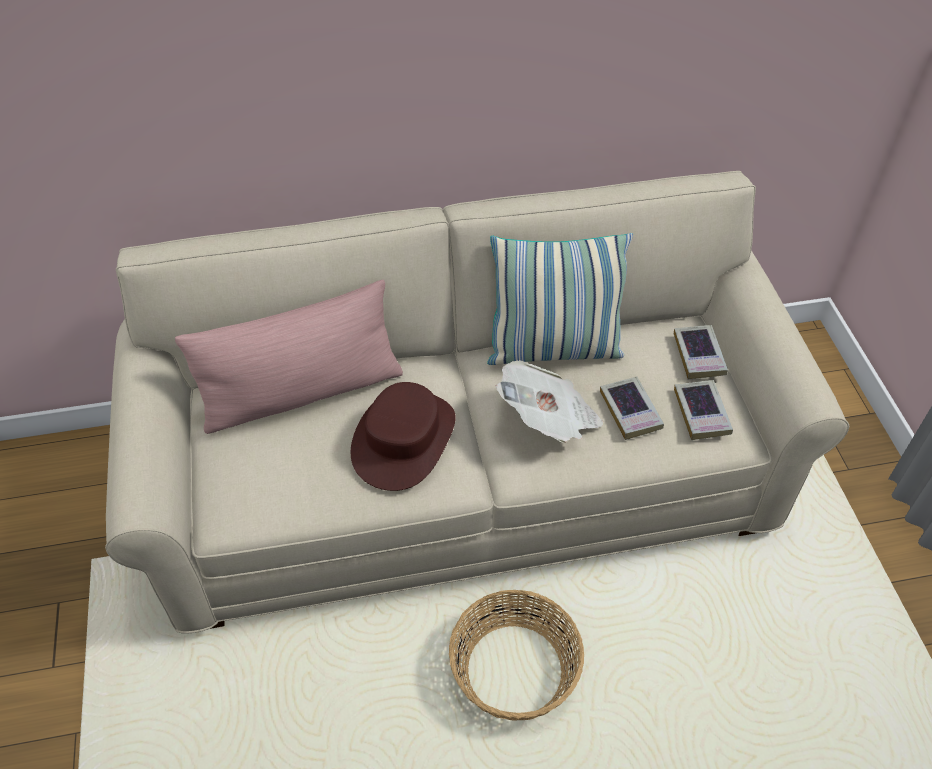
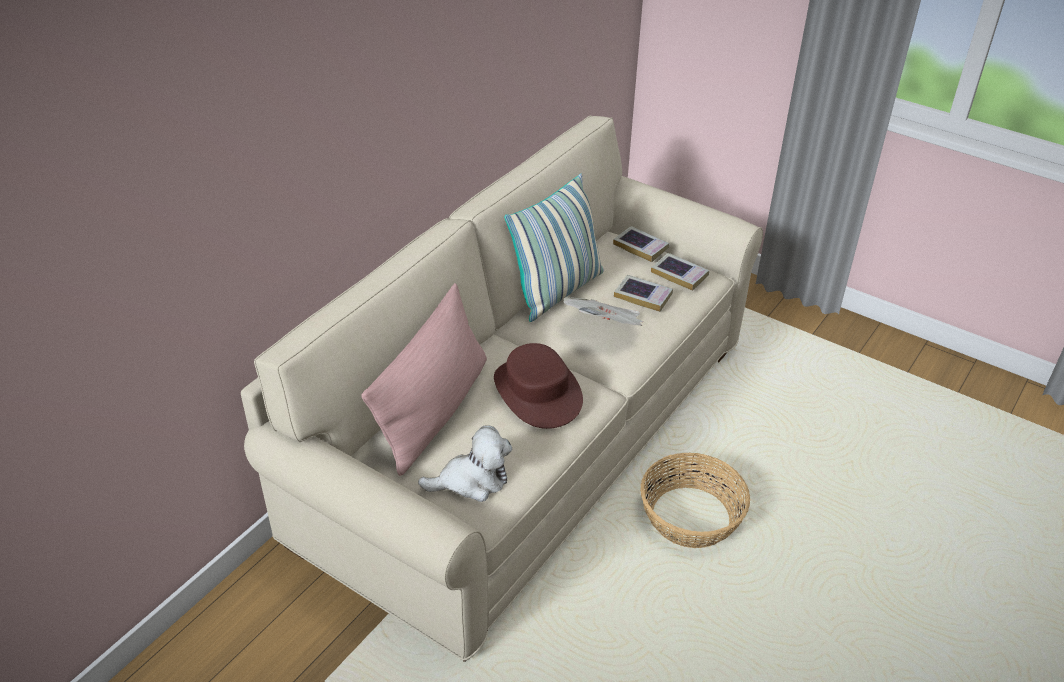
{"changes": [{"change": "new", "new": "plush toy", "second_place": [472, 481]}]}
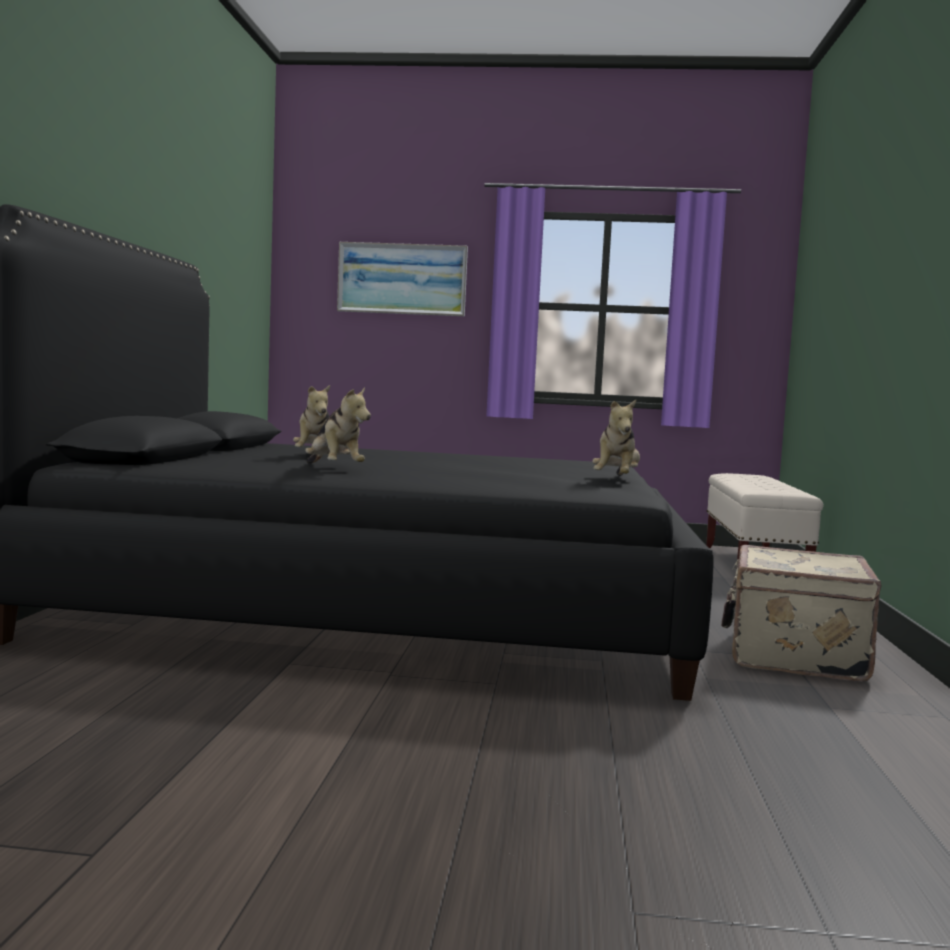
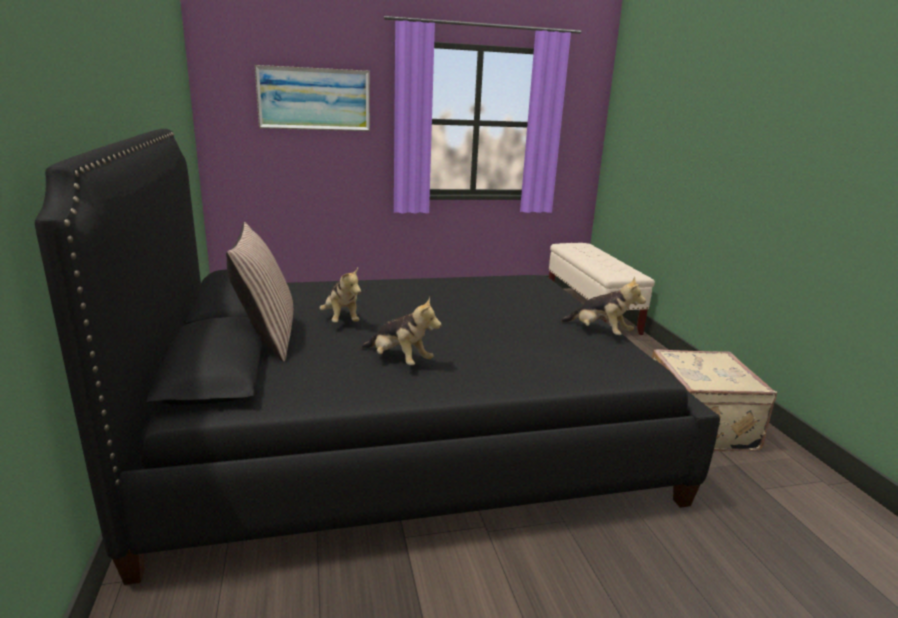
{"changes": [{"change": "new", "new": "pillow", "second_place": [266, 338]}, {"change": "rotated", "old": "plush toy", "first_place": [616, 480], "second_place": [599, 332], "degrees": -45}]}
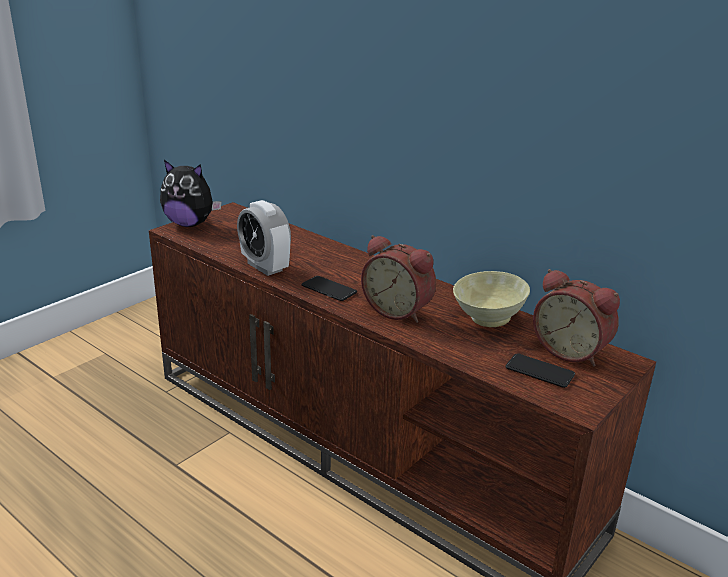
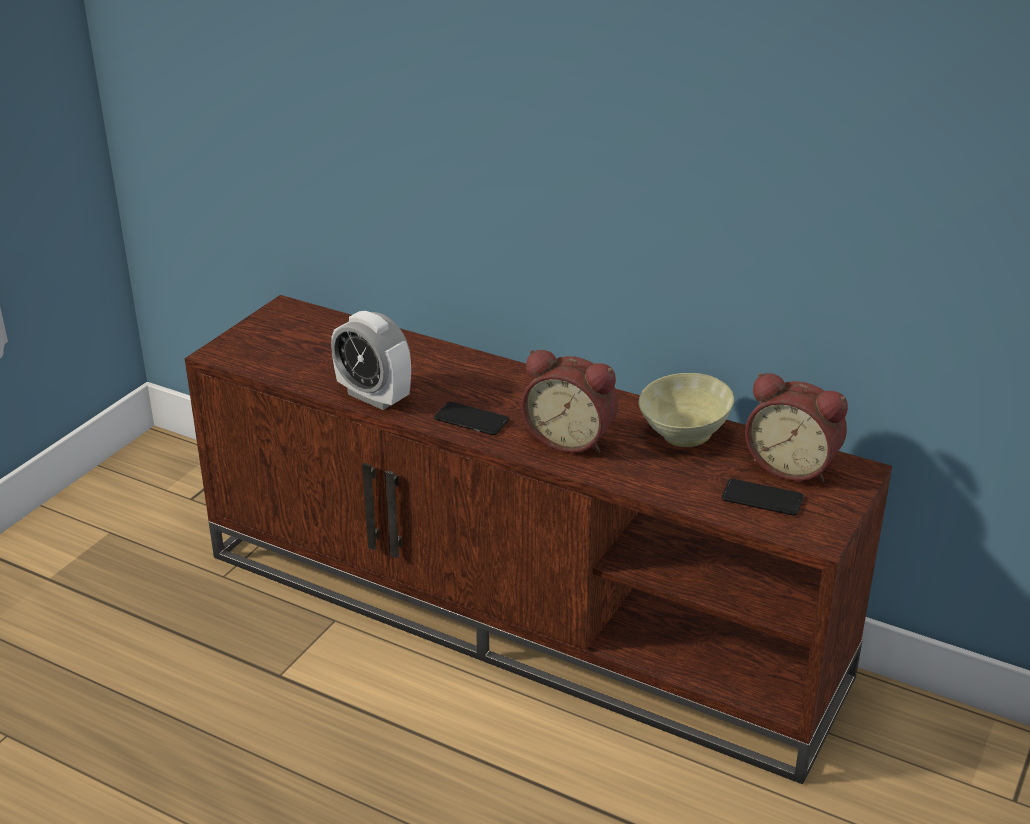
{"changes": [{"change": "gone", "old": "plush toy", "first_place": [190, 224]}]}
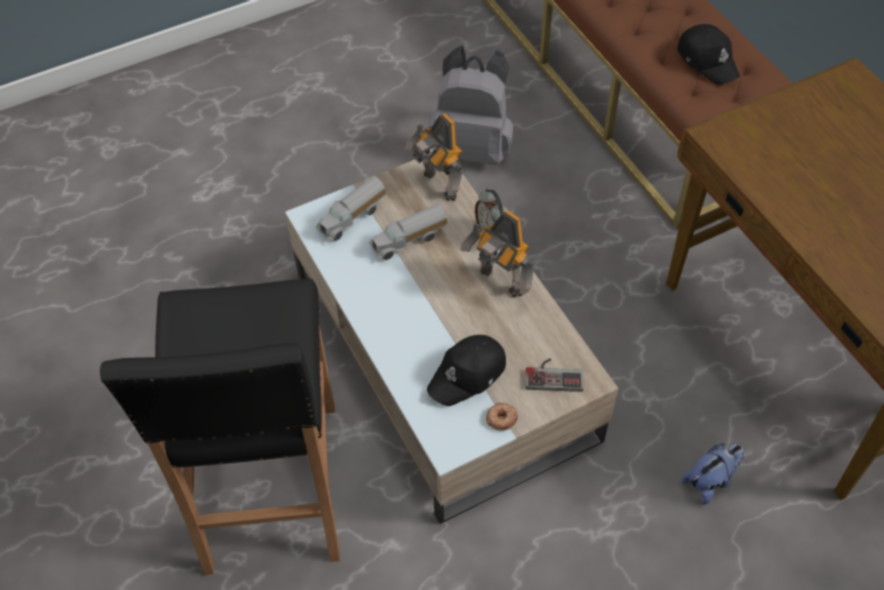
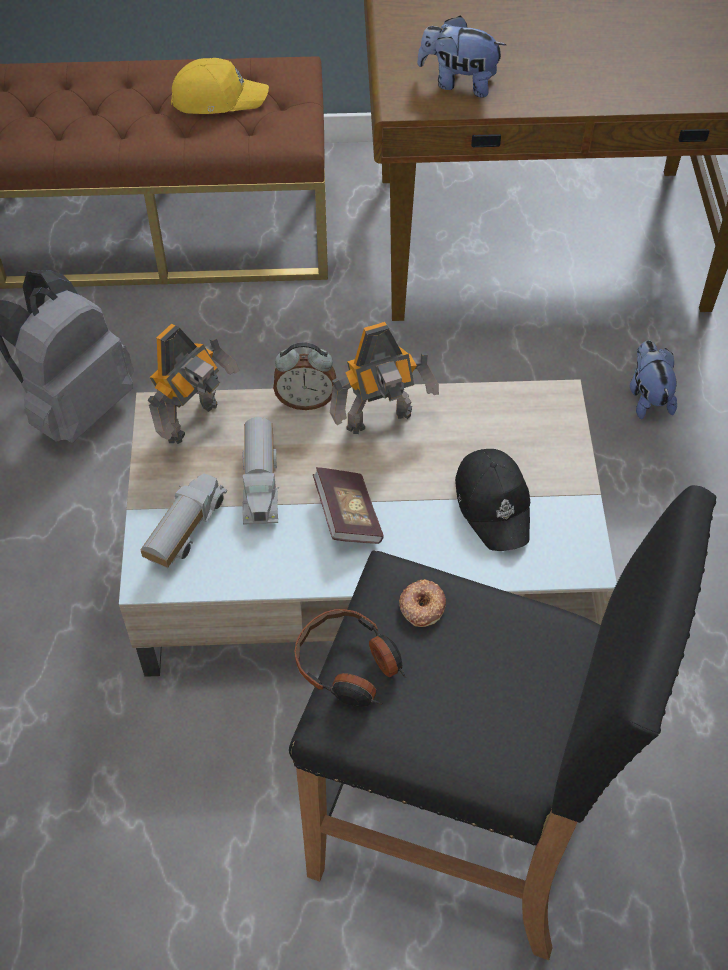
{"changes": [{"change": "gone", "old": "game controller", "first_place": [554, 374]}, {"change": "new", "new": "headphones", "second_place": [350, 666]}, {"change": "new", "new": "book", "second_place": [348, 516]}, {"change": "new", "new": "plush toy", "second_place": [458, 83]}, {"change": "shifted", "old": "donut", "first_place": [501, 418], "second_place": [422, 606]}, {"change": "repainted", "old": "black cap", "new": "yellow cap", "first_place": [708, 60], "second_place": [218, 98]}, {"change": "rotated", "old": "toy truck", "first_place": [353, 218], "second_place": [185, 530], "degrees": -135}, {"change": "rotated", "old": "toy robot", "first_place": [438, 186], "second_place": [195, 422], "degrees": -45}]}
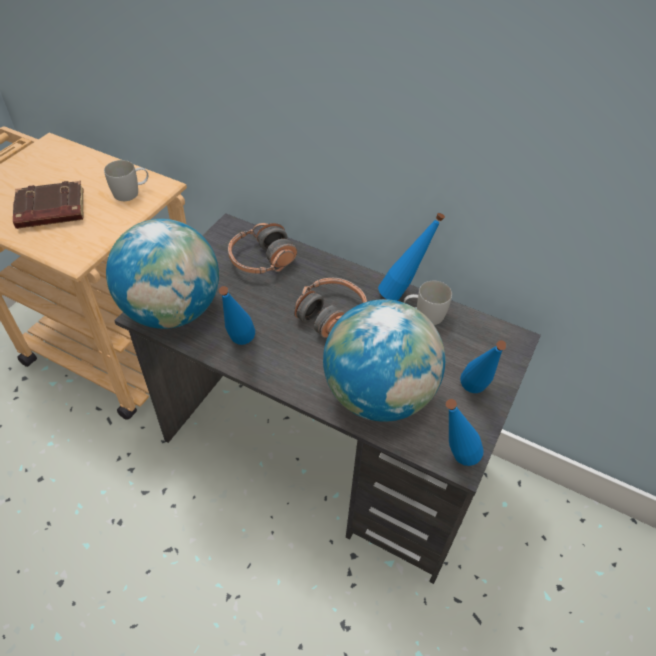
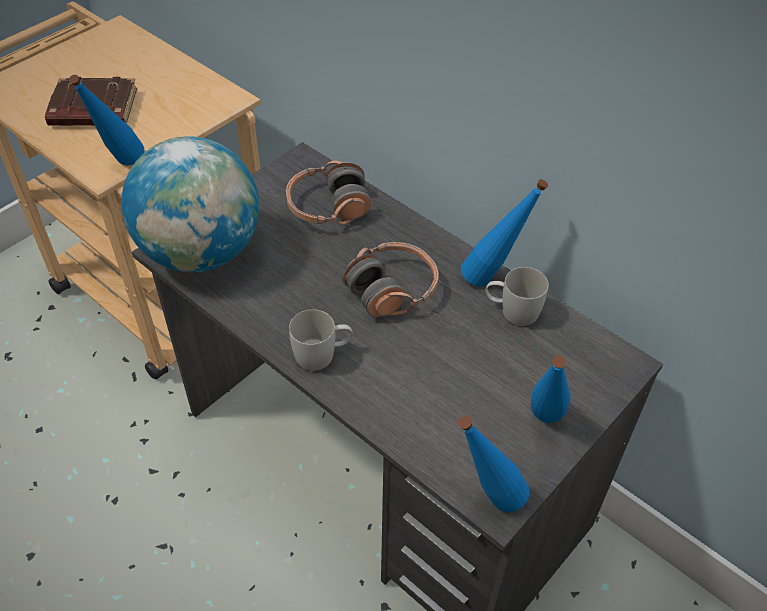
{"changes": [{"change": "gone", "old": "globe", "first_place": [378, 395]}, {"change": "shifted", "old": "white mug", "first_place": [131, 192], "second_place": [322, 354]}, {"change": "shifted", "old": "blue bottle", "first_place": [239, 347], "second_place": [121, 167]}]}
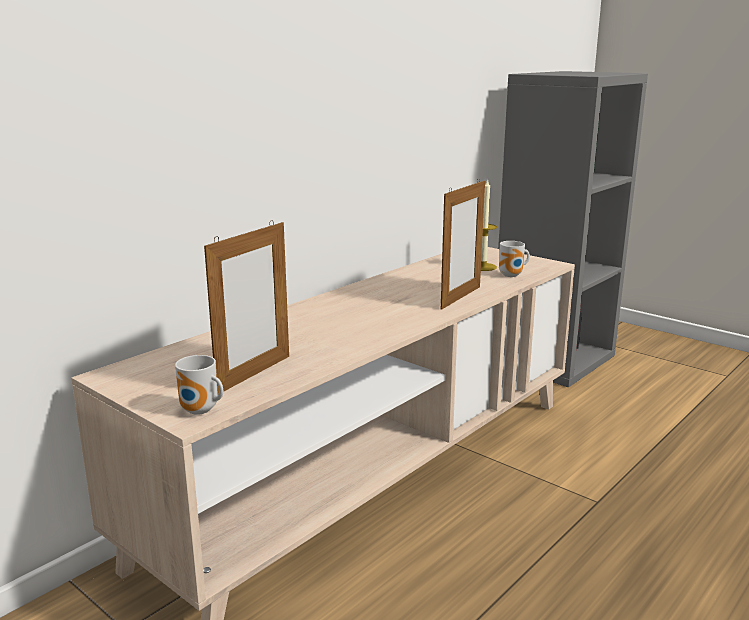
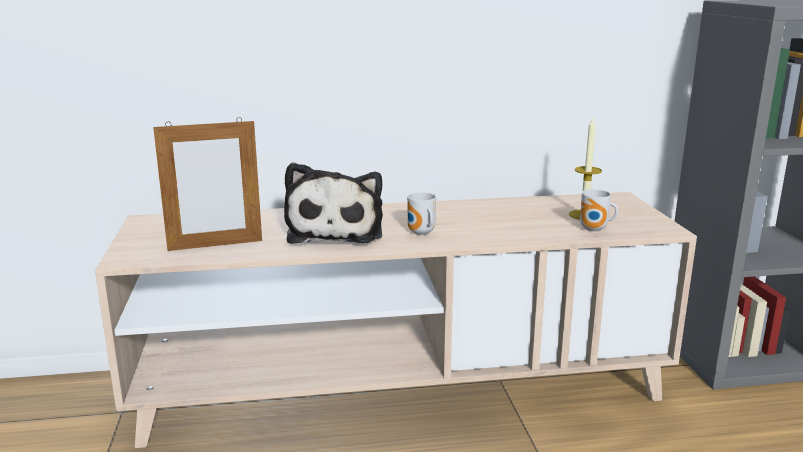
{"changes": [{"change": "gone", "old": "picture frame", "first_place": [460, 297]}, {"change": "new", "new": "plush toy", "second_place": [336, 231]}, {"change": "shifted", "old": "mug", "first_place": [200, 411], "second_place": [421, 233]}]}
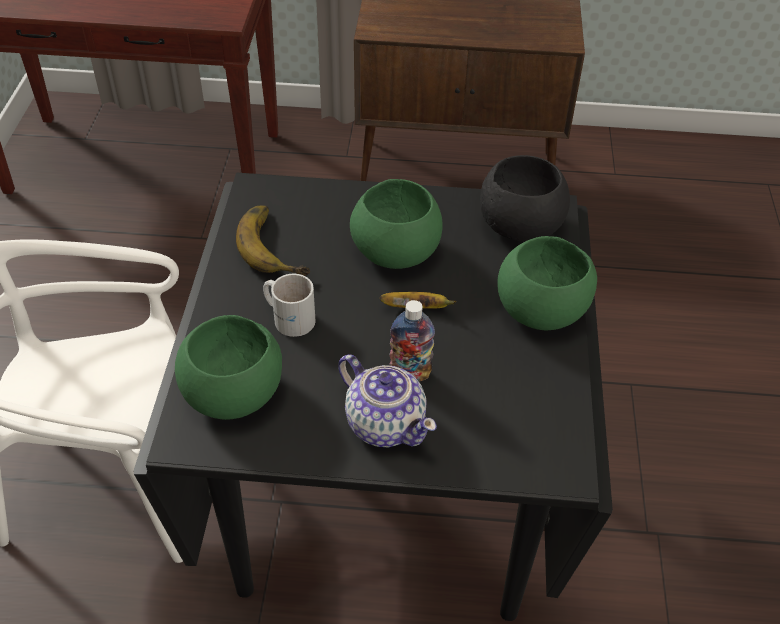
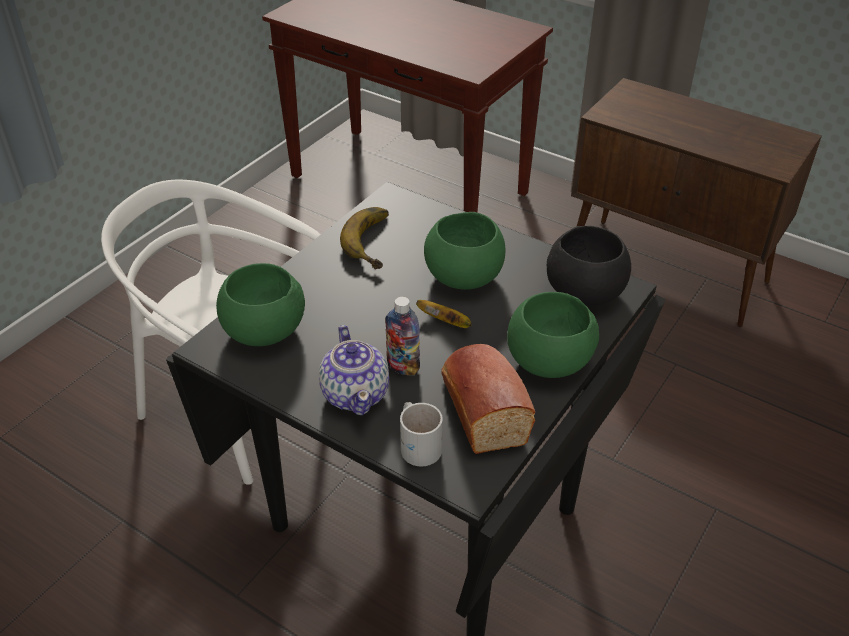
{"changes": [{"change": "new", "new": "bread", "second_place": [482, 408]}, {"change": "shifted", "old": "white mug", "first_place": [289, 316], "second_place": [419, 443]}]}
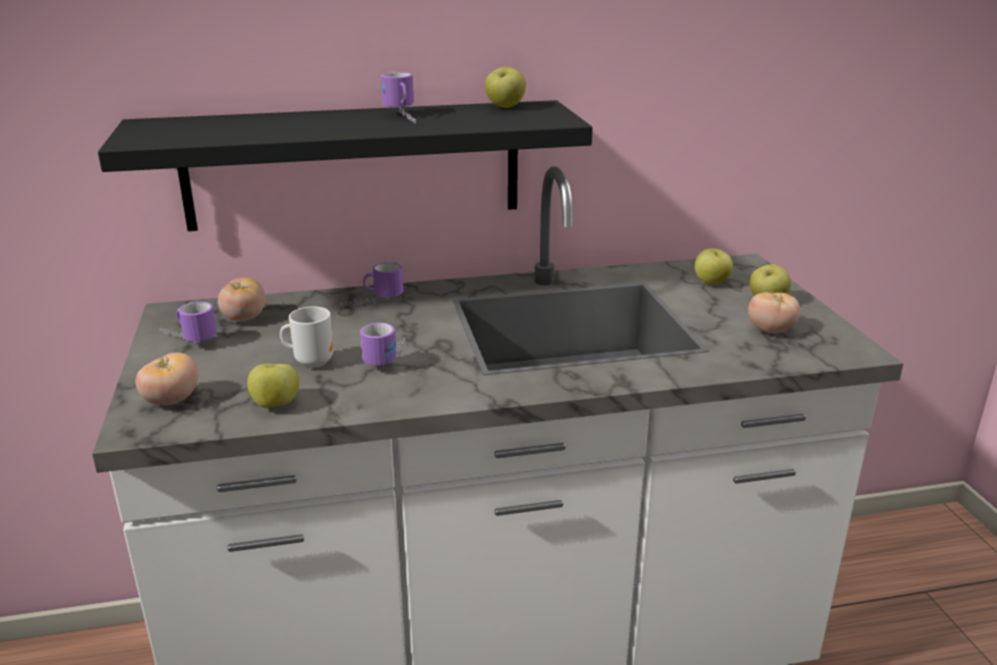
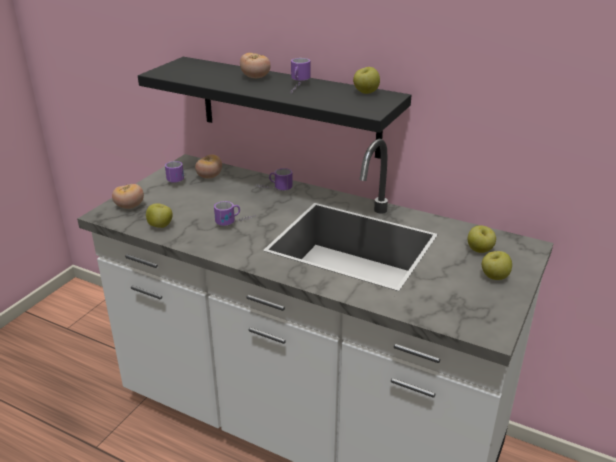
{"changes": [{"change": "gone", "old": "mug", "first_place": [311, 362]}, {"change": "shifted", "old": "tomato", "first_place": [771, 331], "second_place": [255, 77]}]}
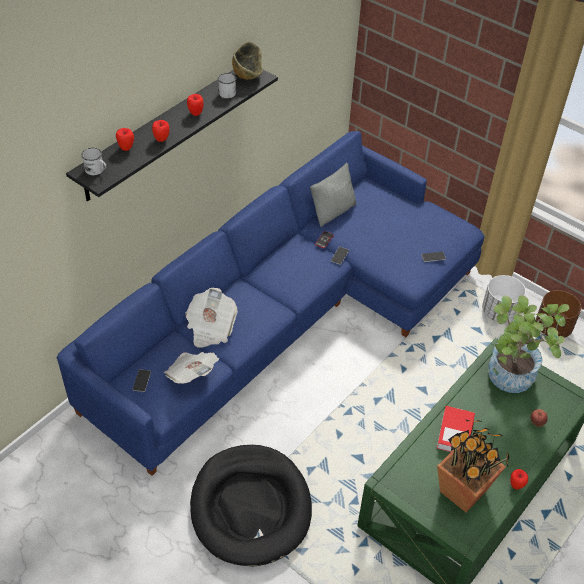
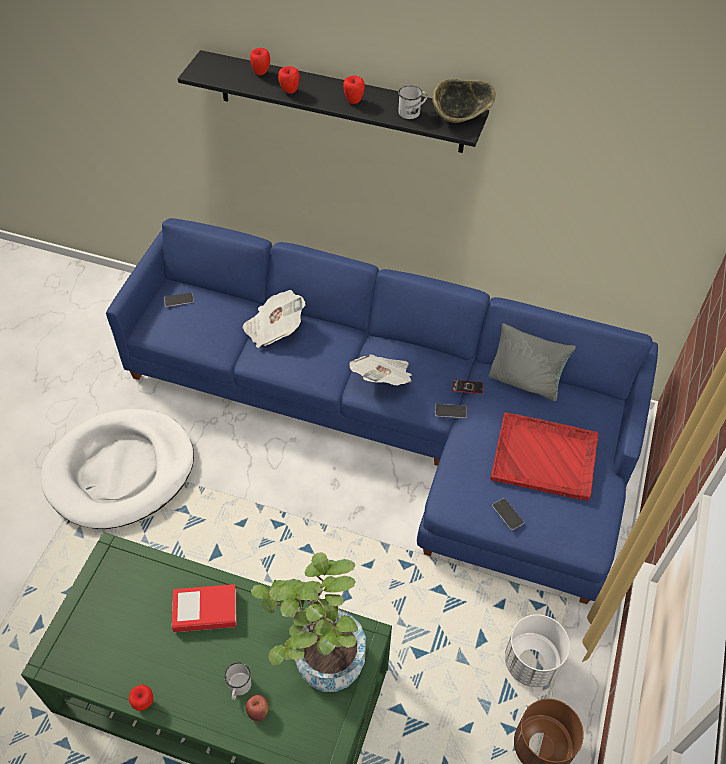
{"changes": [{"change": "gone", "old": "potted plant", "first_place": [463, 492]}, {"change": "new", "new": "red tray", "second_place": [545, 458]}, {"change": "shifted", "old": "white mug", "first_place": [97, 171], "second_place": [238, 688]}, {"change": "shifted", "old": "newspaper", "first_place": [191, 374], "second_place": [383, 380]}, {"change": "repainted", "old": "black dog bed", "new": "white dog bed", "first_place": [250, 507], "second_place": [120, 471]}]}
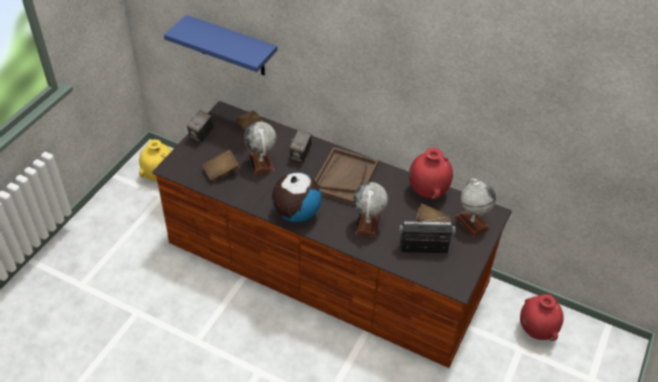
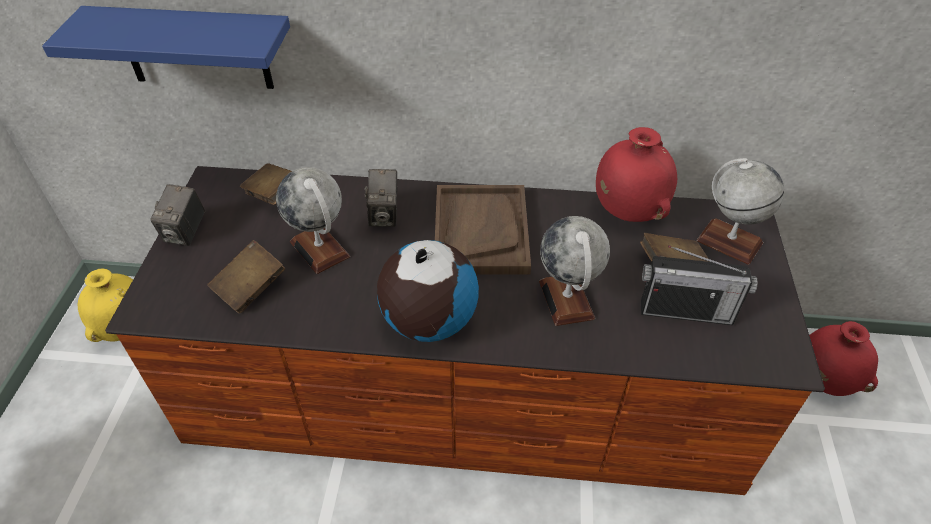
{"changes": [{"change": "rotated", "old": "radio", "first_place": [423, 248], "second_place": [685, 311], "degrees": -150}]}
